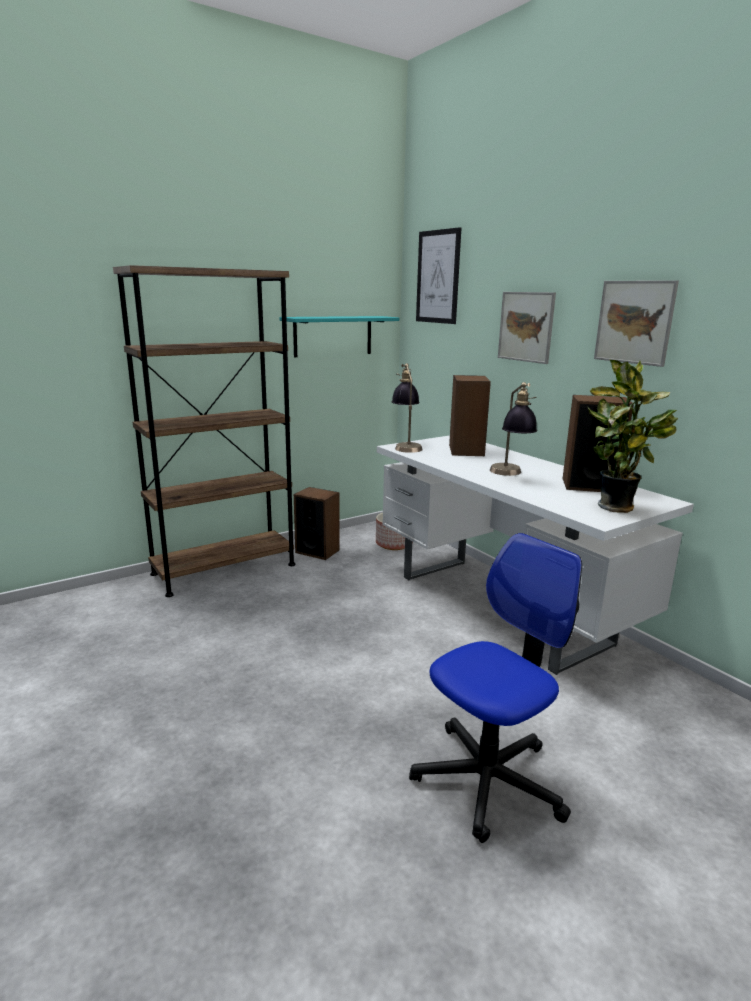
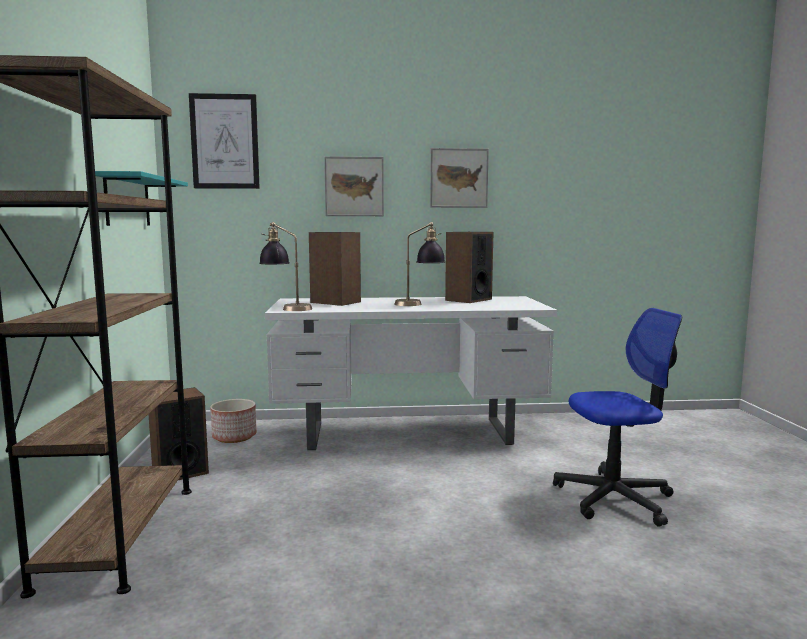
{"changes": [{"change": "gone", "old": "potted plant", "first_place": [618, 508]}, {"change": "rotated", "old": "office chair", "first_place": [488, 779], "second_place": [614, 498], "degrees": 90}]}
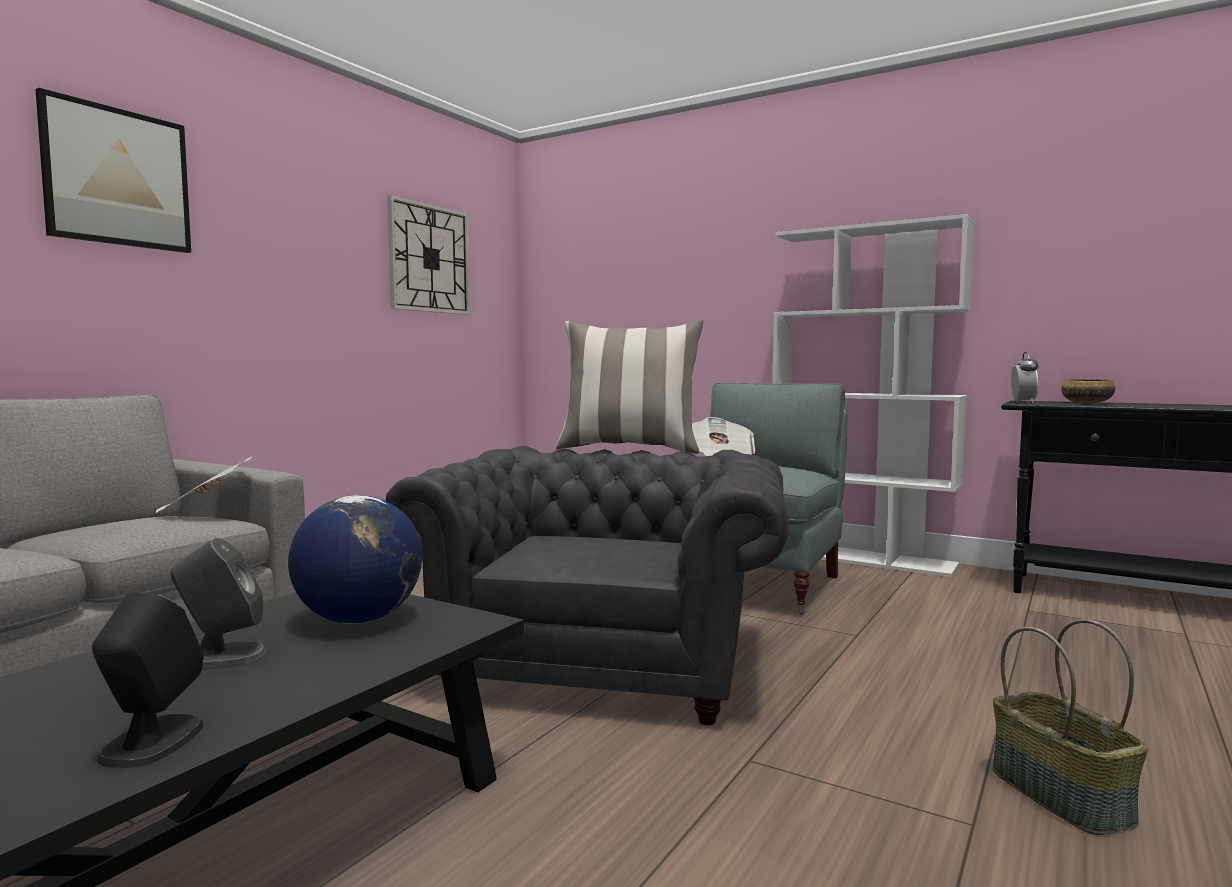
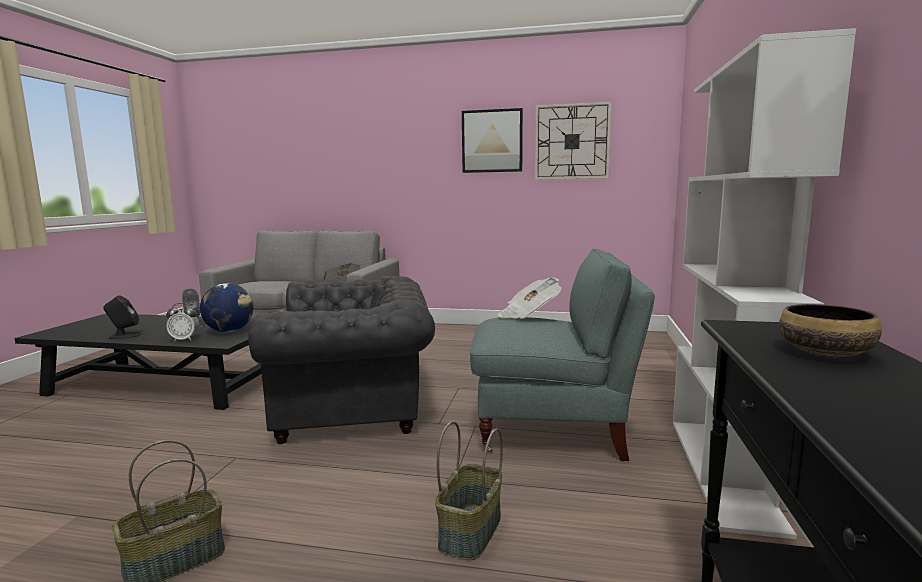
{"changes": [{"change": "gone", "old": "pillow", "first_place": [630, 450]}, {"change": "new", "new": "basket", "second_place": [471, 532]}, {"change": "shifted", "old": "picture", "first_place": [117, 177], "second_place": [492, 141]}, {"change": "shifted", "old": "alarm clock", "first_place": [1023, 402], "second_place": [184, 339]}]}
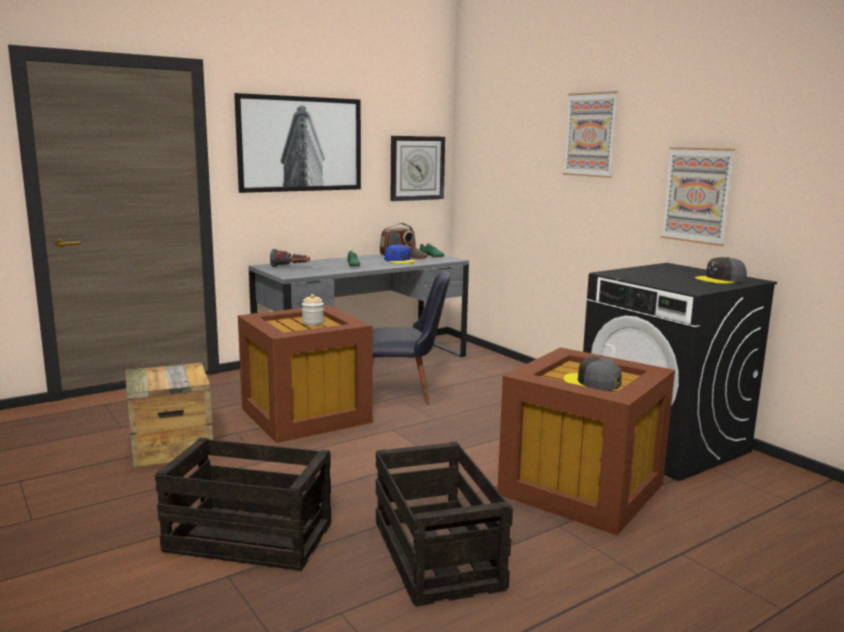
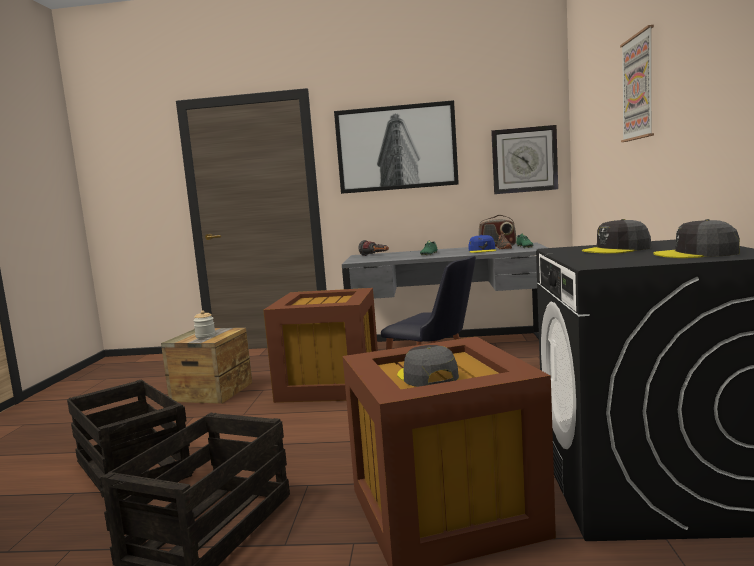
{"changes": [{"change": "gone", "old": "picture", "first_place": [697, 195]}, {"change": "new", "new": "grey cap", "second_place": [617, 249]}, {"change": "shifted", "old": "jar", "first_place": [313, 322], "second_place": [205, 336]}]}
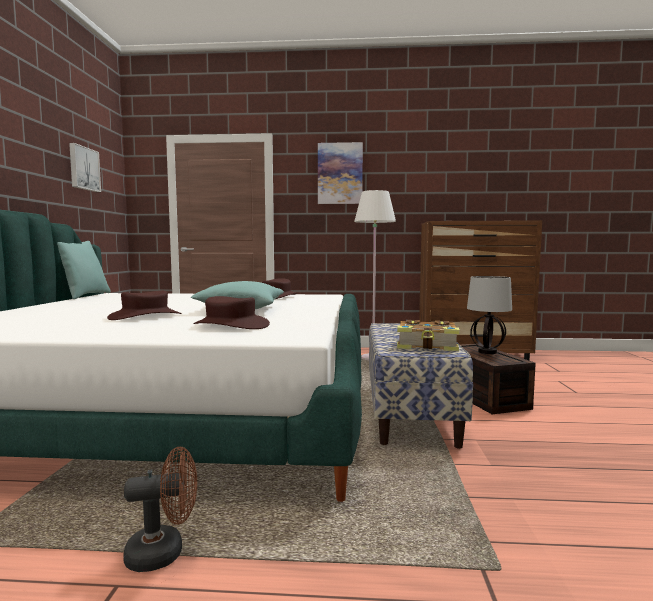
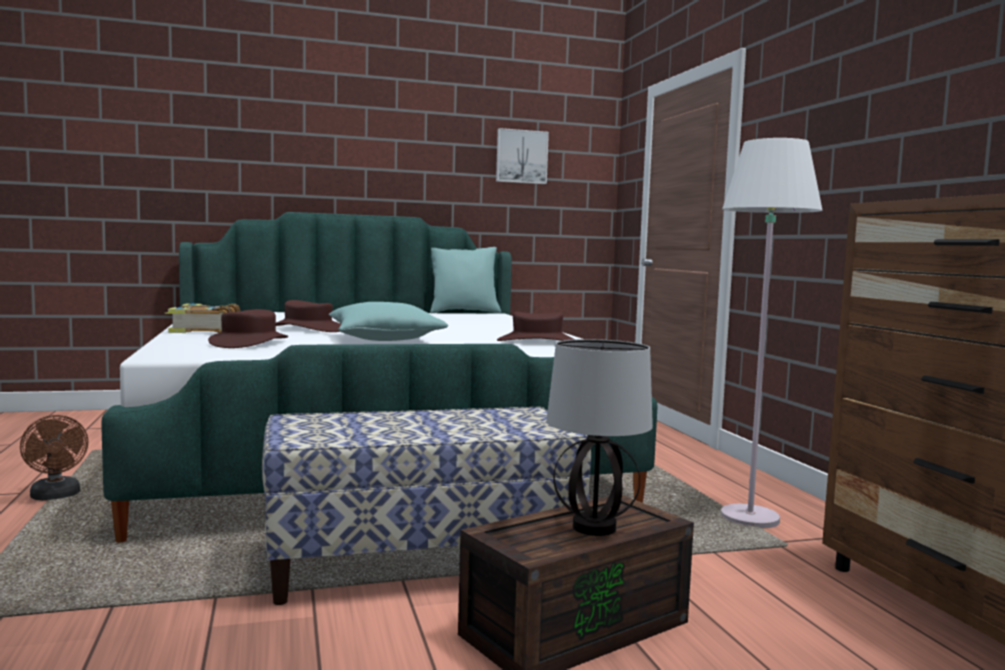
{"changes": [{"change": "gone", "old": "picture", "first_place": [340, 173]}, {"change": "shifted", "old": "book", "first_place": [428, 346], "second_place": [204, 331]}]}
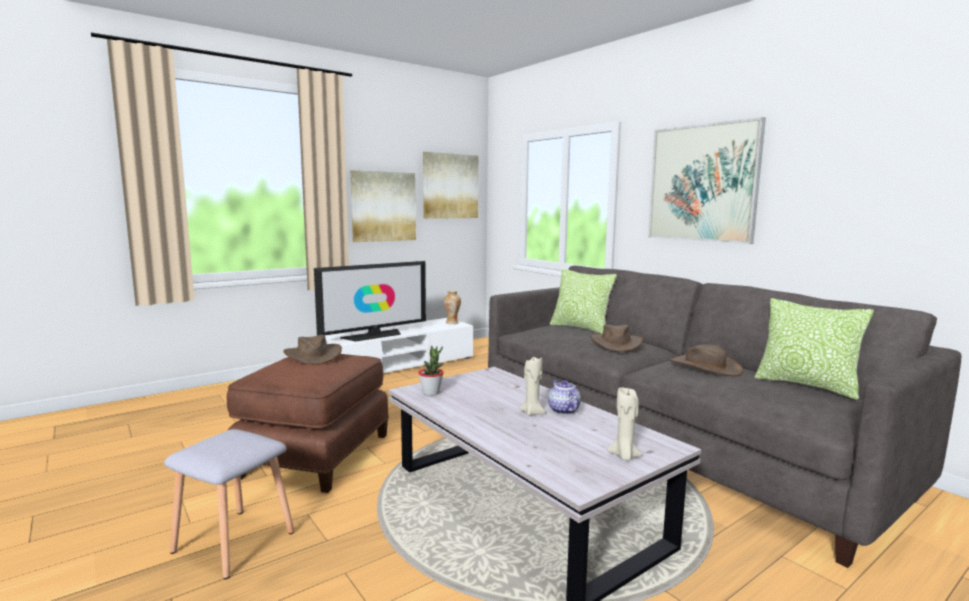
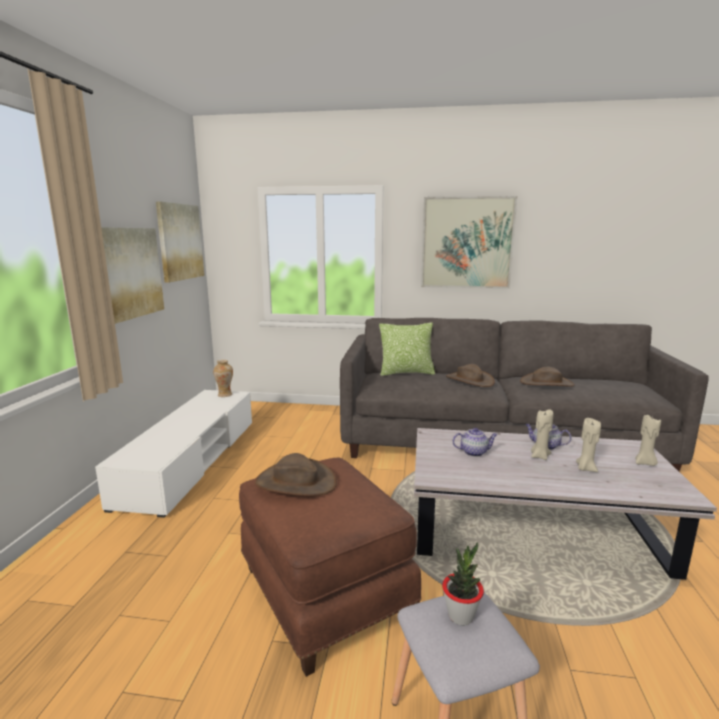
{"changes": [{"change": "gone", "old": "television", "first_place": [374, 335]}, {"change": "gone", "old": "pillow", "first_place": [806, 385]}, {"change": "new", "new": "teapot", "second_place": [474, 452]}, {"change": "new", "new": "beige candle", "second_place": [585, 468]}, {"change": "shifted", "old": "potted plant", "first_place": [431, 392], "second_place": [461, 615]}]}
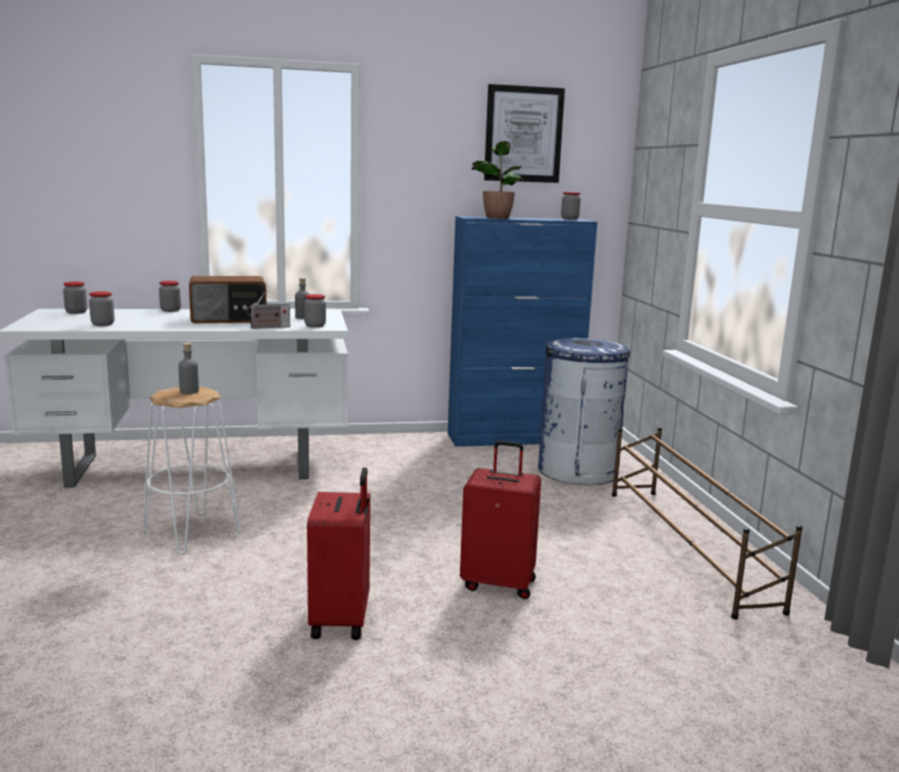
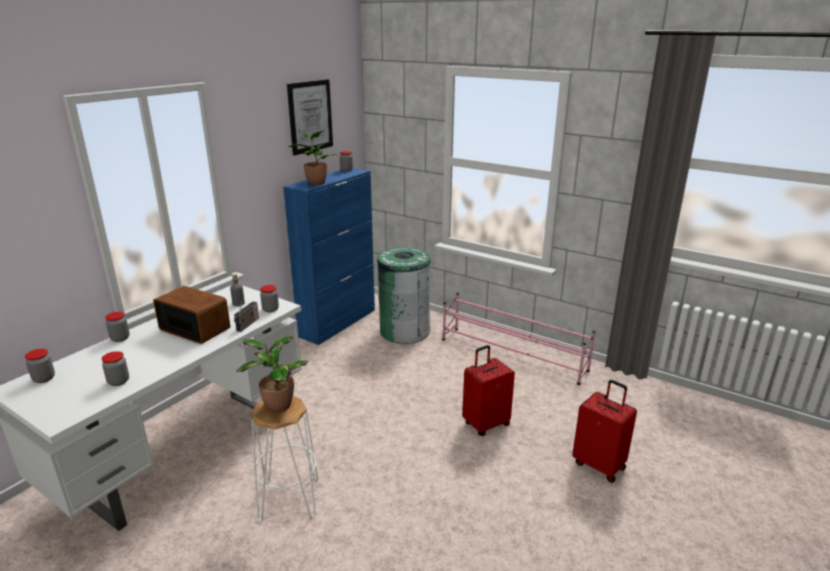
{"changes": [{"change": "shifted", "old": "red suitcase", "first_place": [342, 620], "second_place": [599, 465]}, {"change": "swapped", "old": "grey bottle", "new": "potted plant", "first_place": [189, 391], "second_place": [276, 405]}, {"change": "repainted", "old": "blue trash can", "new": "green trash can", "first_place": [578, 471], "second_place": [404, 331]}, {"change": "repainted", "old": "brown shoe rack", "new": "pink shoe rack", "first_place": [687, 546], "second_place": [513, 355]}, {"change": "rotated", "old": "radio", "first_place": [229, 319], "second_place": [195, 328], "degrees": -90}]}
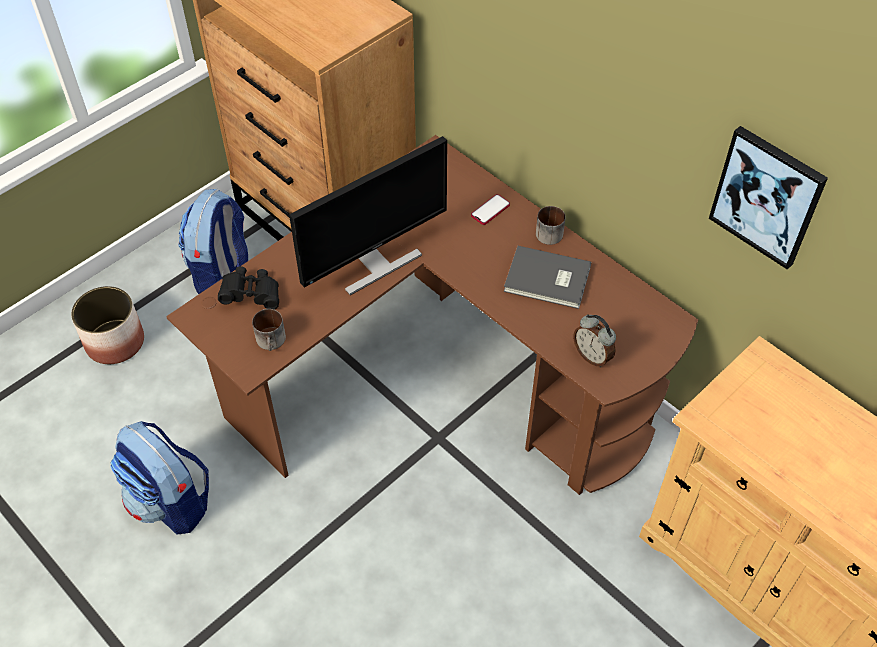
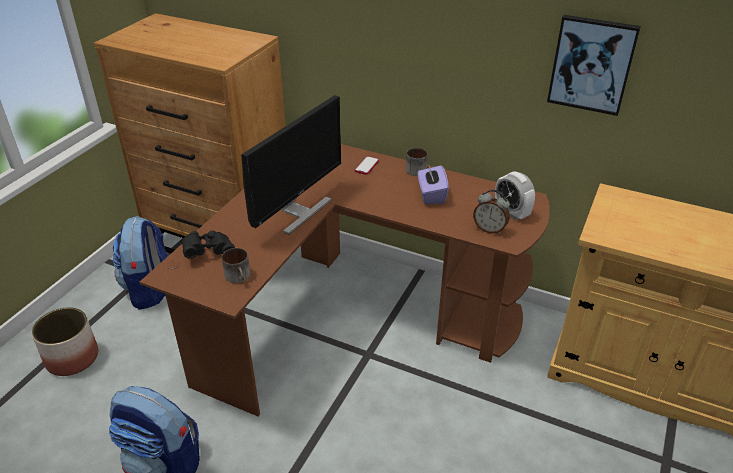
{"changes": [{"change": "new", "new": "alarm clock", "second_place": [511, 212]}, {"change": "swapped", "old": "grey book", "new": "purple tissue box", "first_place": [548, 281], "second_place": [431, 195]}]}
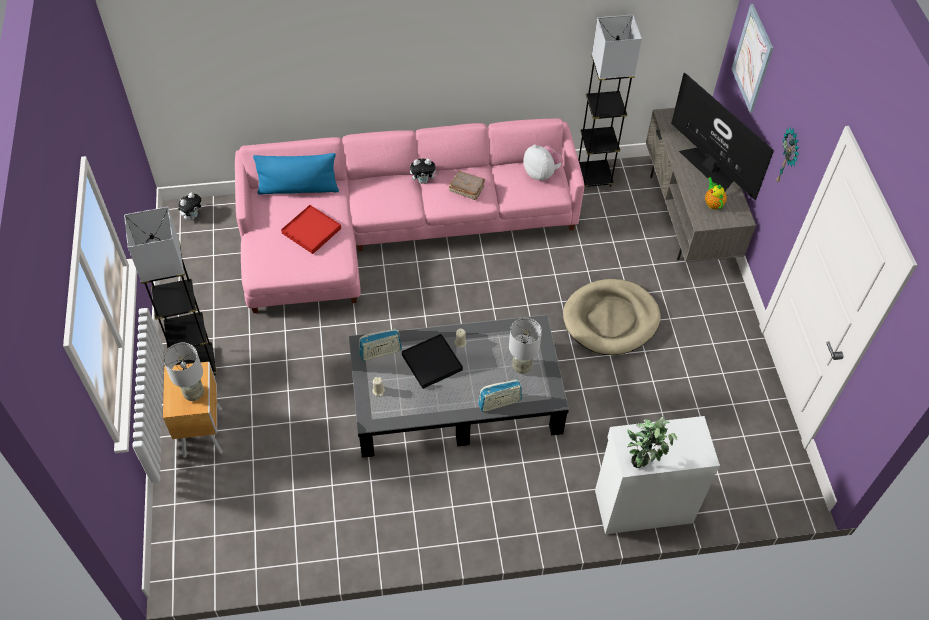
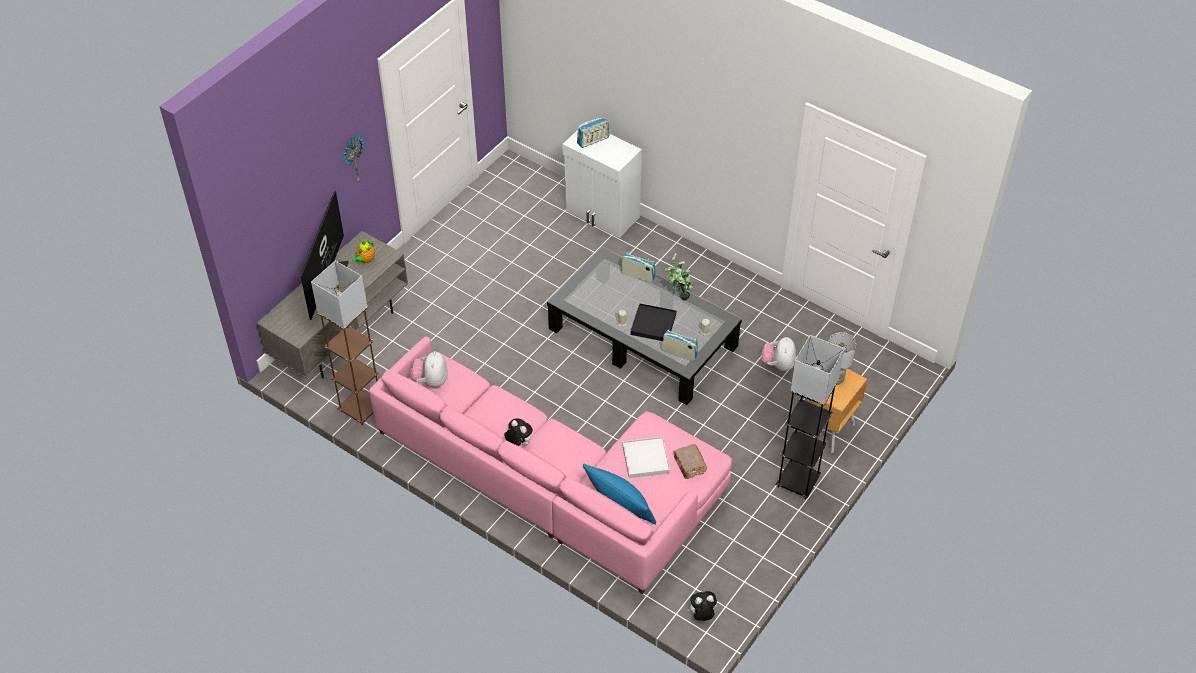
{"changes": [{"change": "gone", "old": "grey table lamp", "first_place": [521, 366]}, {"change": "gone", "old": "beige dog bed", "first_place": [611, 319]}, {"change": "gone", "old": "picture", "first_place": [752, 58]}, {"change": "new", "new": "radio", "second_place": [593, 140]}, {"change": "new", "new": "plush toy", "second_place": [778, 365]}, {"change": "shifted", "old": "brown book", "first_place": [466, 189], "second_place": [689, 465]}, {"change": "shifted", "old": "potted plant", "first_place": [644, 459], "second_place": [678, 296]}, {"change": "repainted", "old": "red tray", "new": "white tray", "first_place": [311, 231], "second_place": [646, 459]}, {"change": "repainted", "old": "grey floor lamp", "new": "brown floor lamp", "first_place": [594, 177], "second_place": [361, 409]}]}
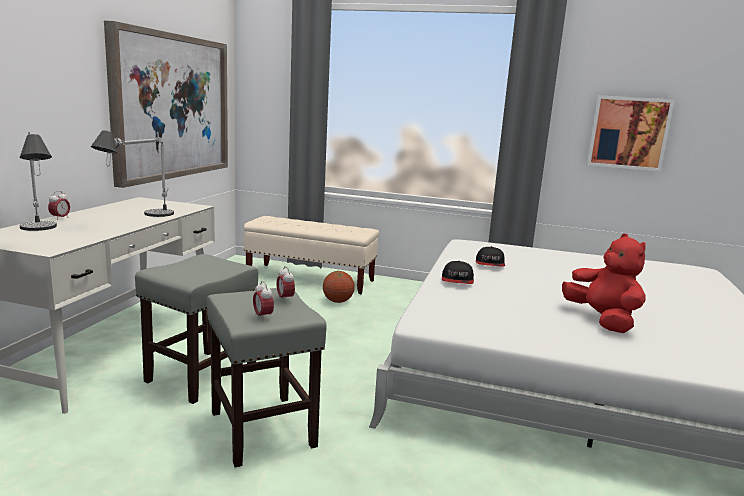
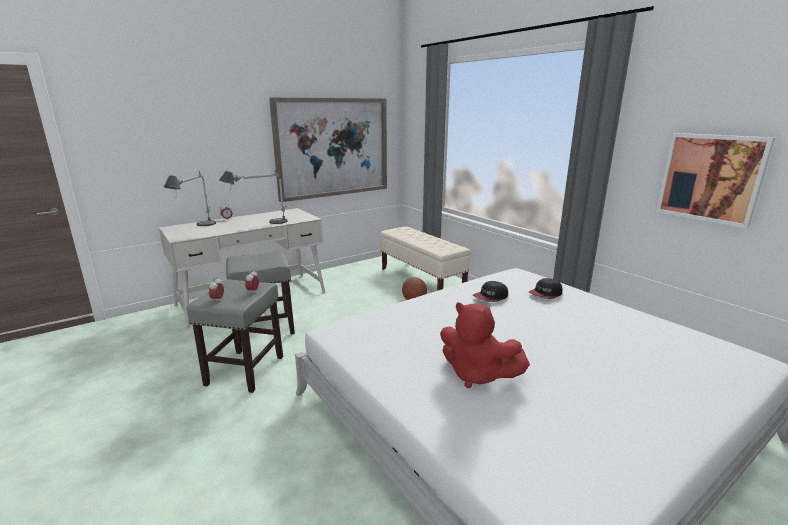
{"changes": [{"change": "shifted", "old": "cap", "first_place": [457, 280], "second_place": [545, 294]}, {"change": "rotated", "old": "red plush toy", "first_place": [602, 320], "second_place": [477, 375], "degrees": 105}]}
